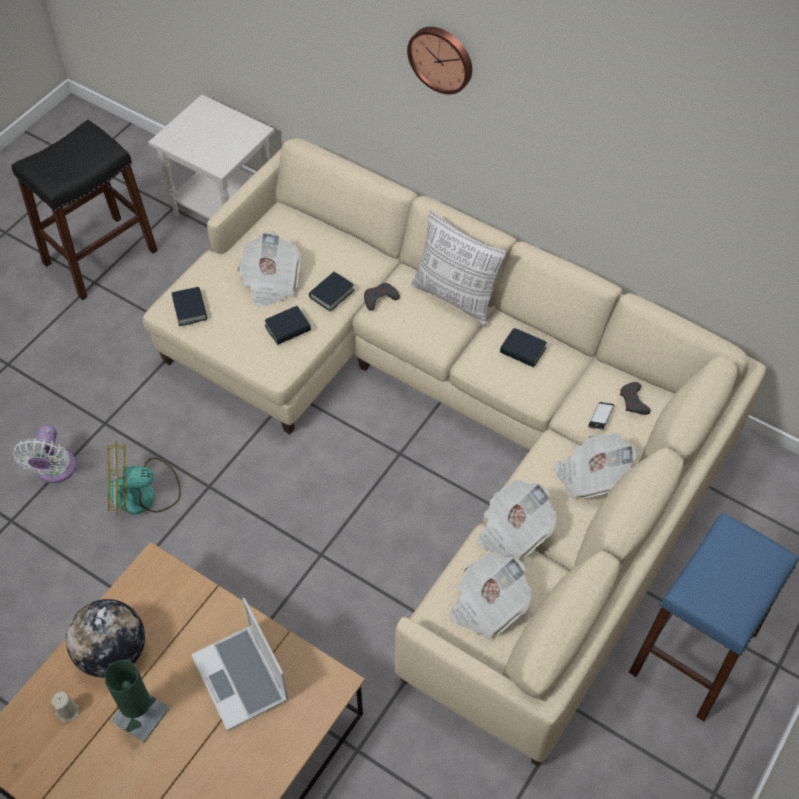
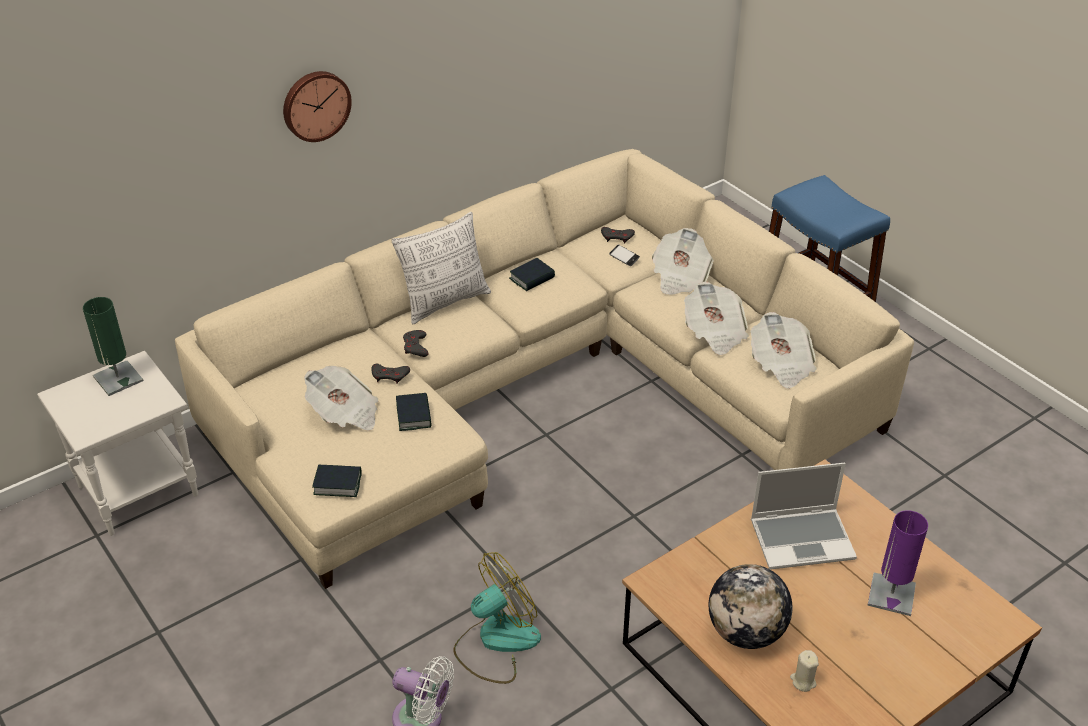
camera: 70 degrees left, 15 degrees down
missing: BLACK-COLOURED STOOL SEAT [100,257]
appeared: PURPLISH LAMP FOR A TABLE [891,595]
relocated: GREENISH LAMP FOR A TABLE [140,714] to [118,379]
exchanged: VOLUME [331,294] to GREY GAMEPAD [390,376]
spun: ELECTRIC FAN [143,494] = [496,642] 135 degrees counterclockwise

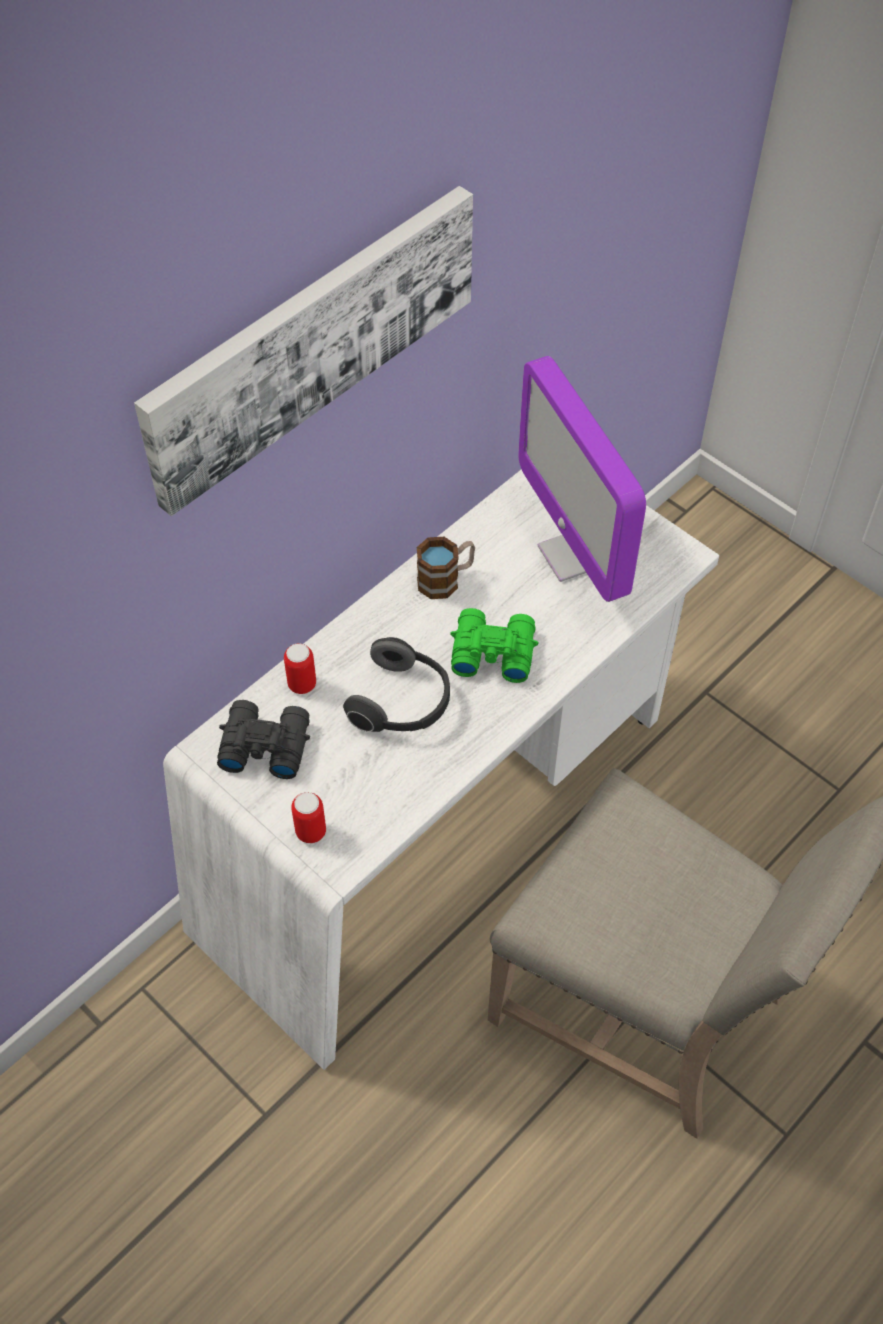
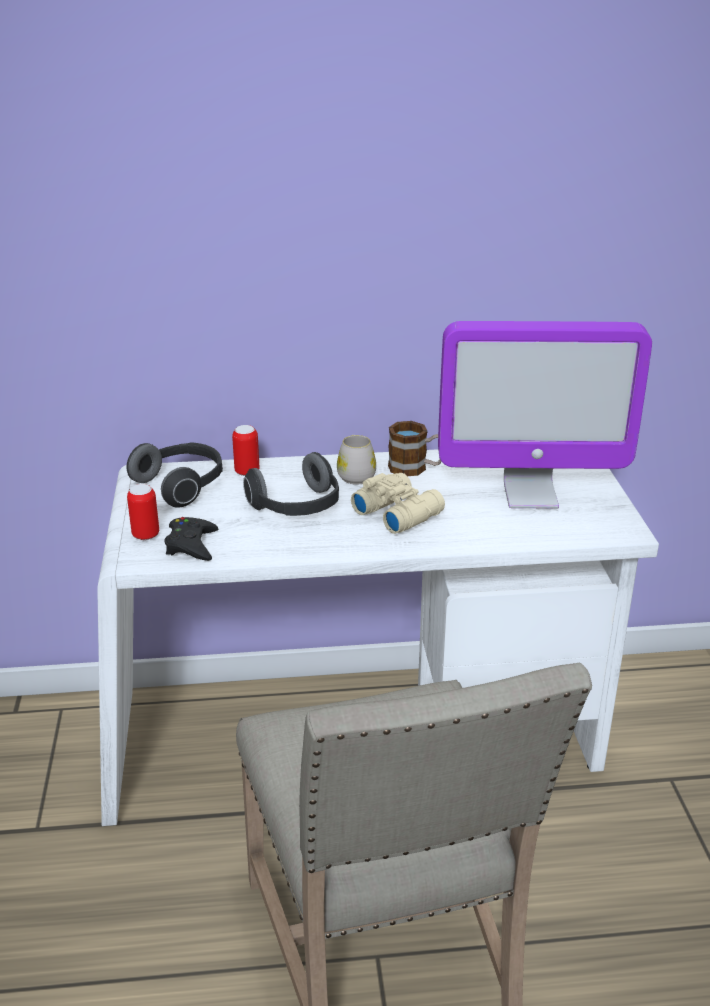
camera: 40 degrees right, 25 degrees down
missing: WALL PICTURE [311,342]
appeared: BLACK-COLOURED GAMEPAD [191,545]; WHITE-COLOURED MUG [355,474]
exchanged: BLACK-COLOURED FIELD GLASSES [263,744] to HEADSET [182,486]
colour: GREENISH FIELD GLASSES [491,651] to BEIGE FIELD GLASSES [397,512]
spun: COMPUTER DISPLAY [574,555] = [530,495] 105 degrees counterclockwise

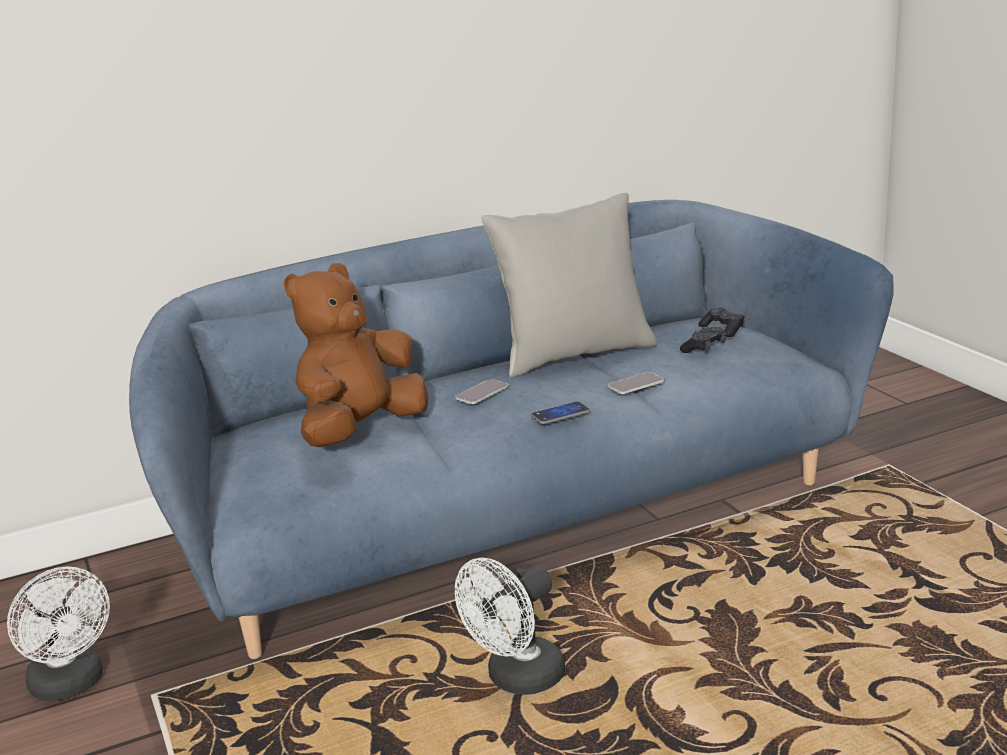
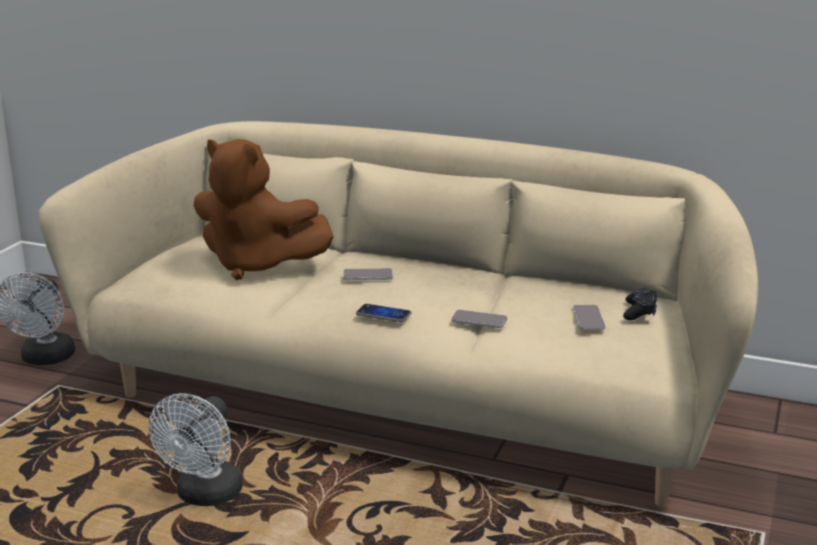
camera: 45 degrees right, 0 degrees up
missing: GREY CUSHION [574,355]
exchanged: BLACK-COLOURED GAMEPAD [704,348] to HANDSET [588,318]
colour: BLUE-COLOURED SETTEE [514,518] to BEIGE SETTEE [407,402]
spun: WHITE-COLOURED ELECTRIC FAN [517,680] = [205,496] 75 degrees counterclockwise; BROWN-COLOURED PLUSH TOY [360,431] = [257,265] 150 degrees counterclockwise

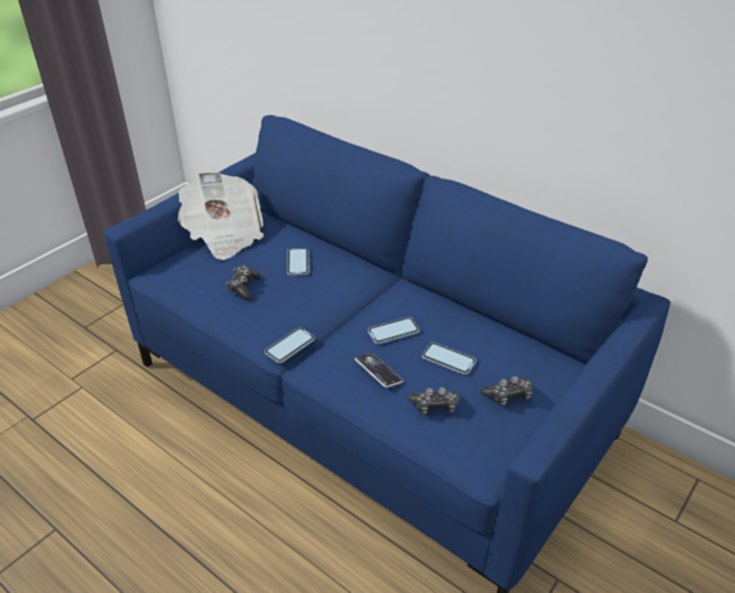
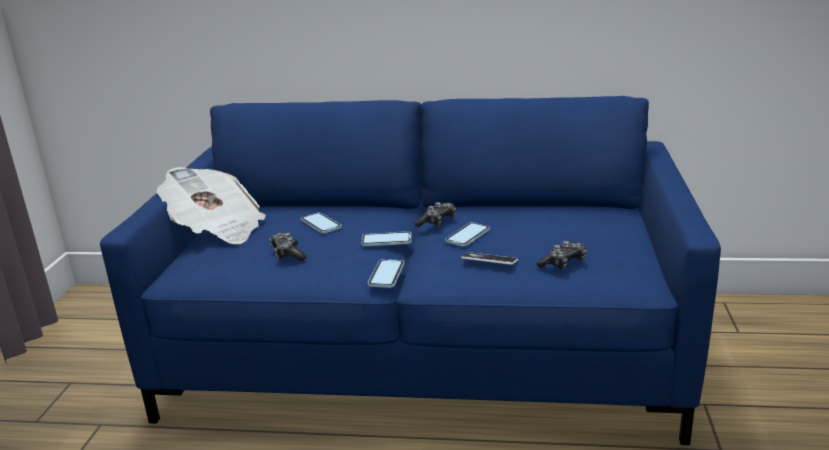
camera: 30 degrees left, 15 degrees down
relocated: HANDSET [448,360] to [386,241]; GAMEPAD [508,396] to [437,222]

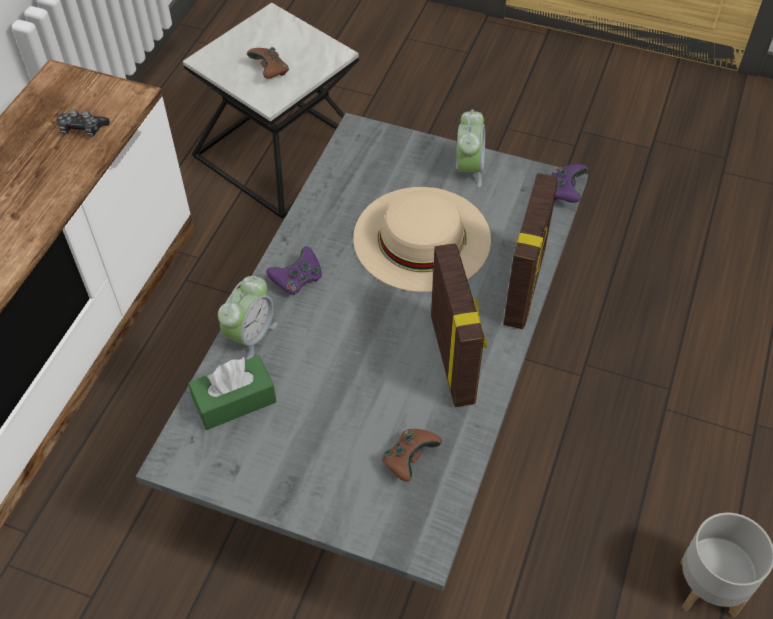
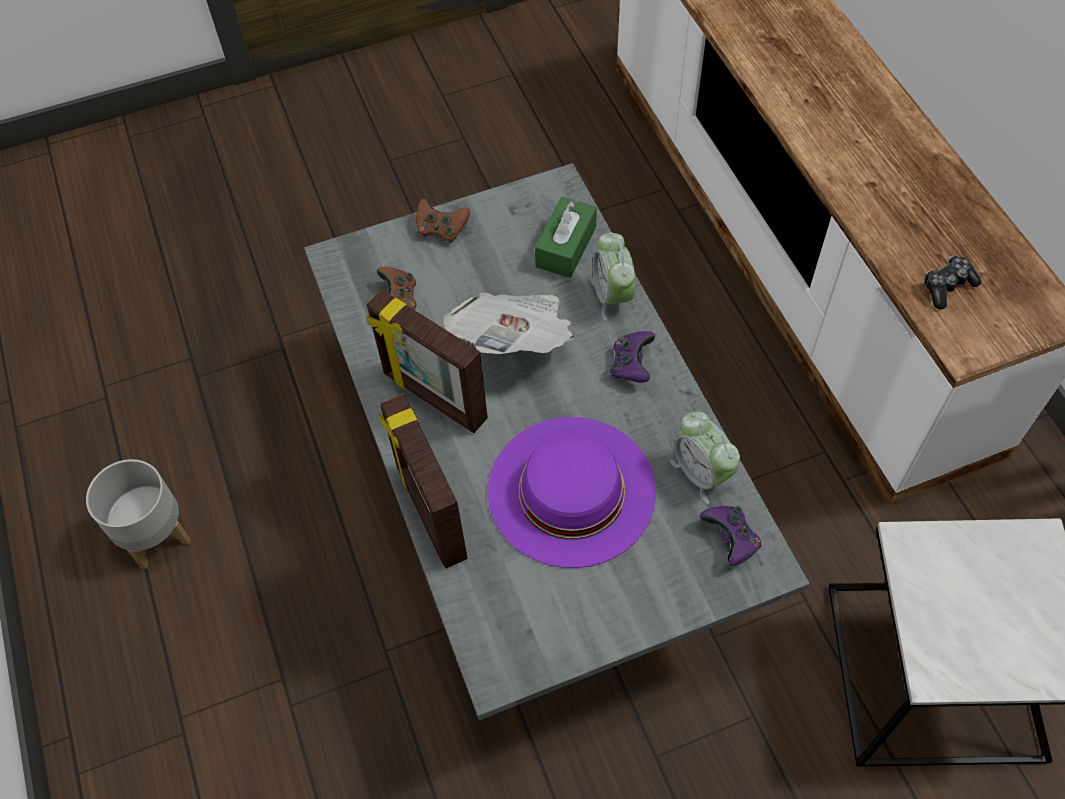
camera: 140 degrees right, 5 degrees up
appeared: DAILY PAPER [515,340]
relocated: BROWN-COLOURED GAMEPAD [270,71] to [441,229]; BEDSIDE CLOCK [469,169] to [701,473]; PURPLISH GAMEPAD [565,192] to [730,540]
colour: BEIGE CLOTHING HAT [421,238] to PURPLISH CLOTHING HAT [571,490]

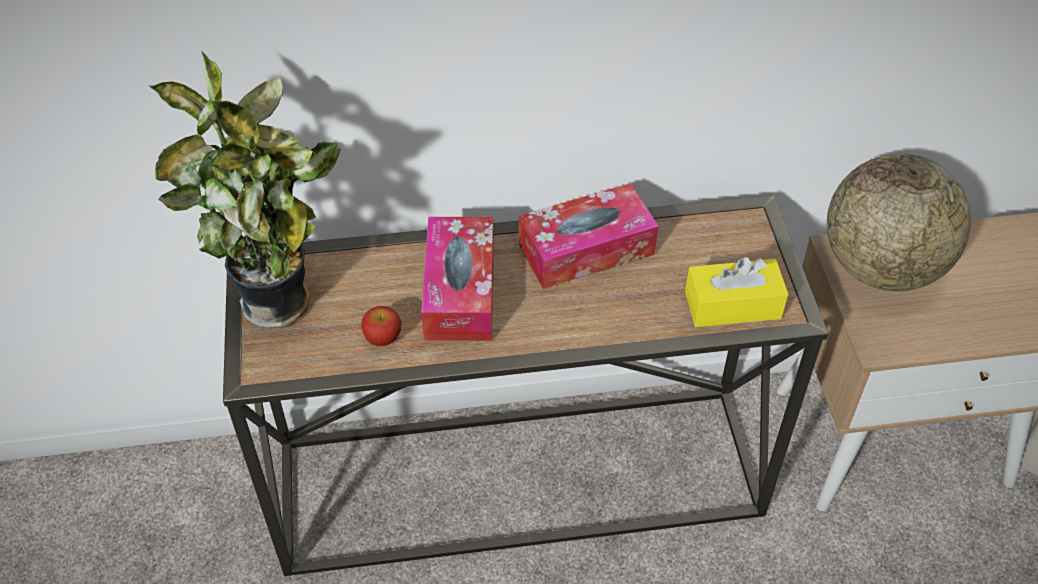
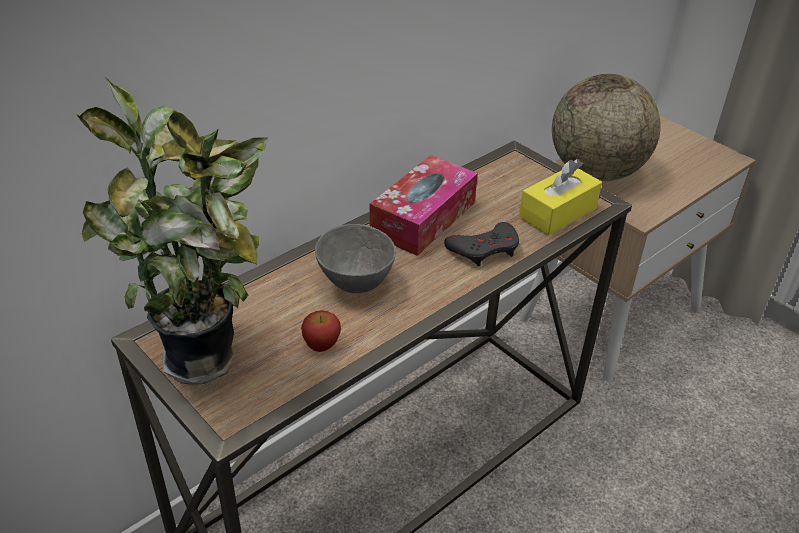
camera: 35 degrees left, 10 degrees down
appeared: GREY GAMEPAD [484,249]
exchanged: BOX OF TISSUES [460,291] to GREY DEEP DISH [354,283]

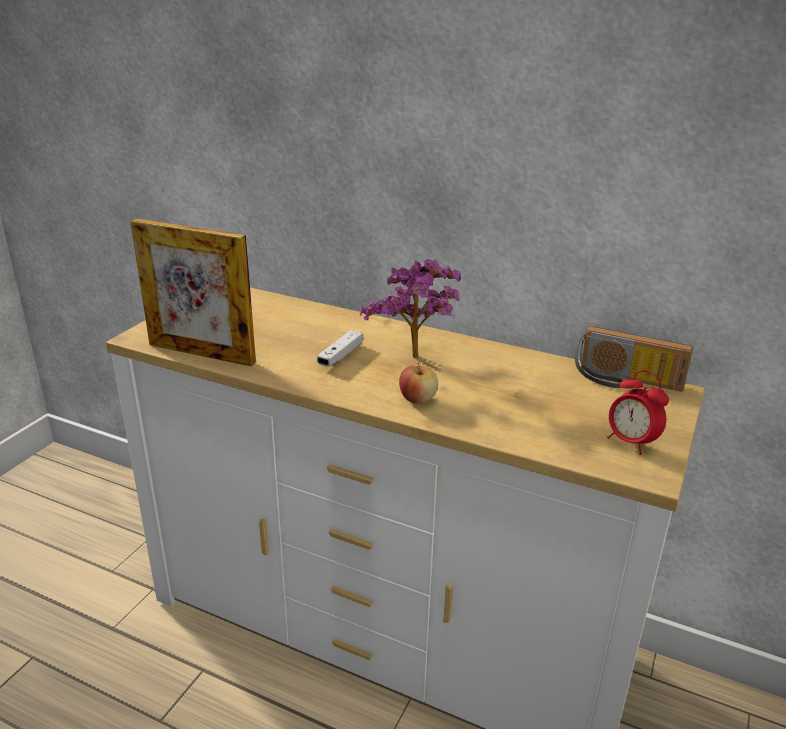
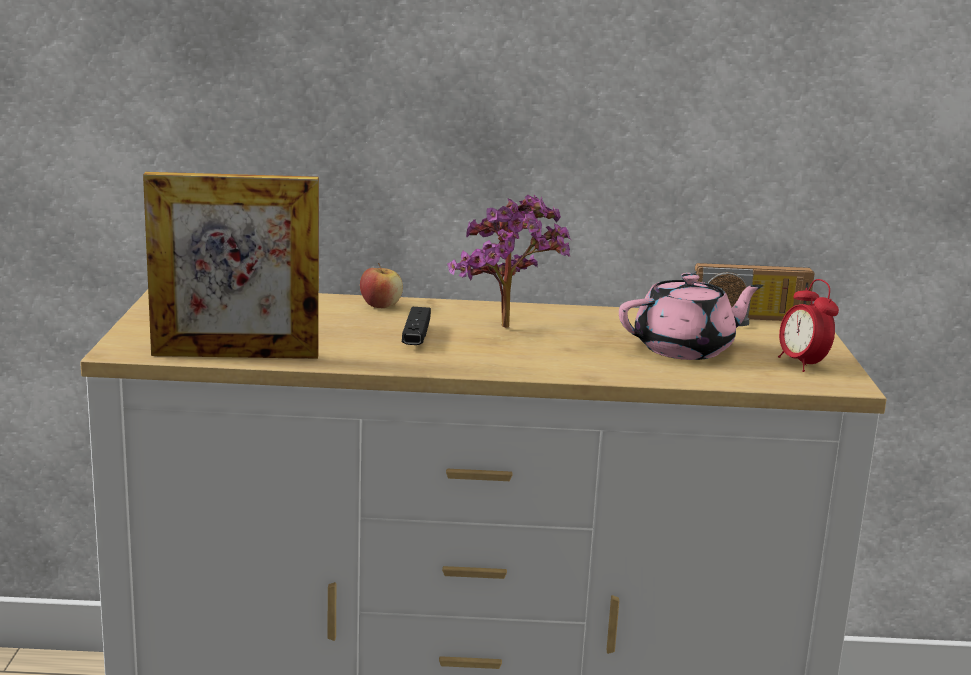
camera: 25 degrees left, 10 degrees down
appeared: PINK TEAPOT [685,349]
relocated: APPLE FRUIT [418,399] to [381,305]
colour: WHITE-COLOURED GAMEPAD [340,356] to BLACK-COLOURED GAMEPAD [416,336]
spun: BEDSIDE CLOCK [630,442] = [802,364] 45 degrees clockwise

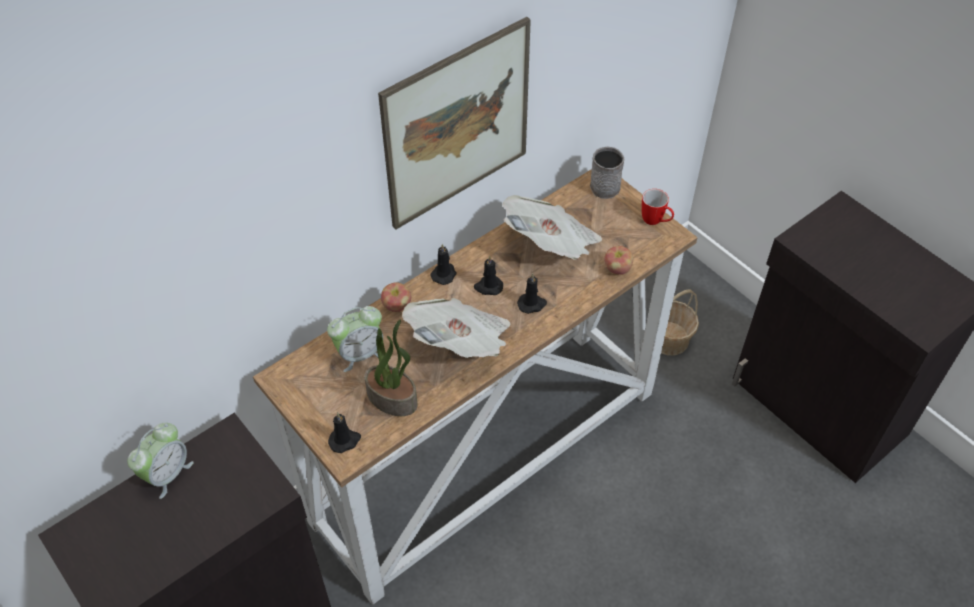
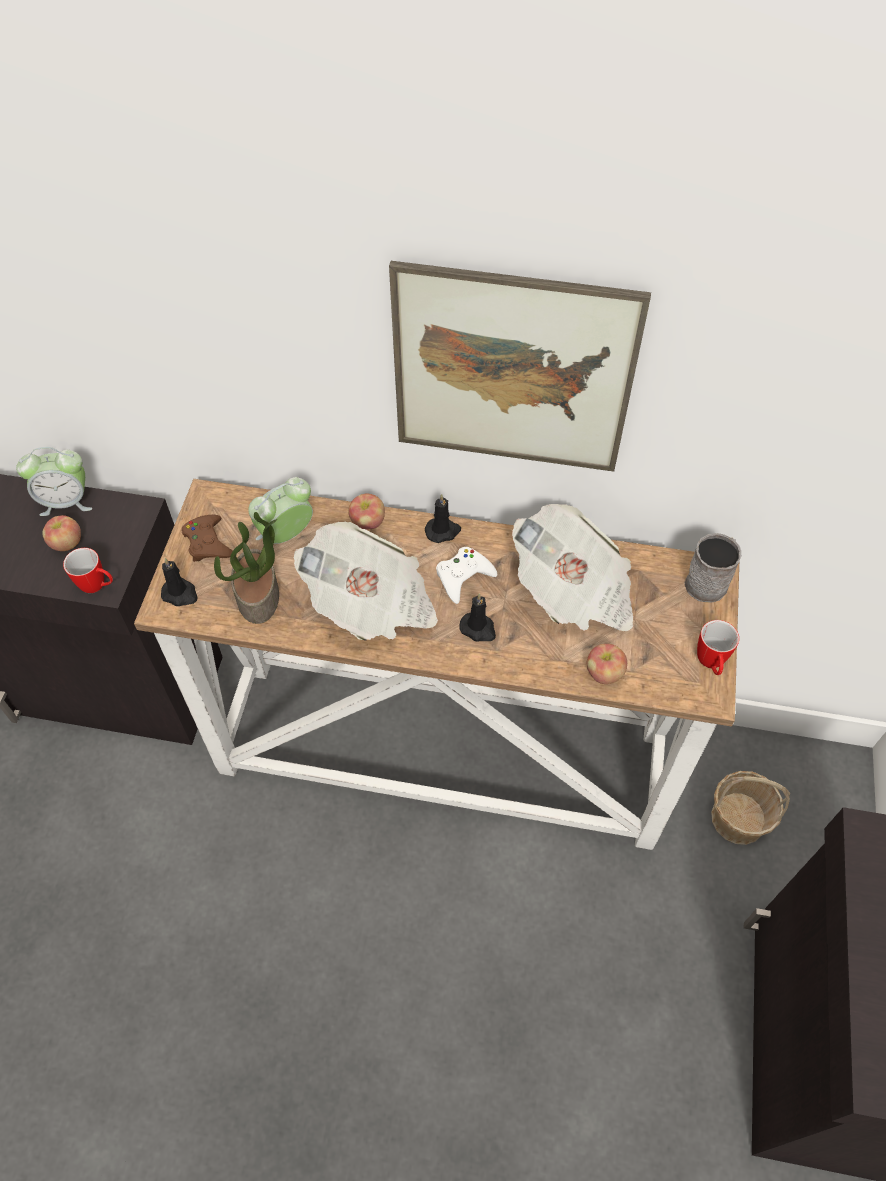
camera: 50 degrees right, 5 degrees up
appeared: APPLE FRUIT [66,543]; MUG [98,586]; BROWN-COLOURED GAMEPAD [208,543]
exchanged: BLACK-COLOURED WAX LIGHT [488,287] to WHITE-COLOURED GAMEPAD [463,577]
spun: BEDSIDE CLOCK [360,354] = [286,535] 120 degrees clockwise

